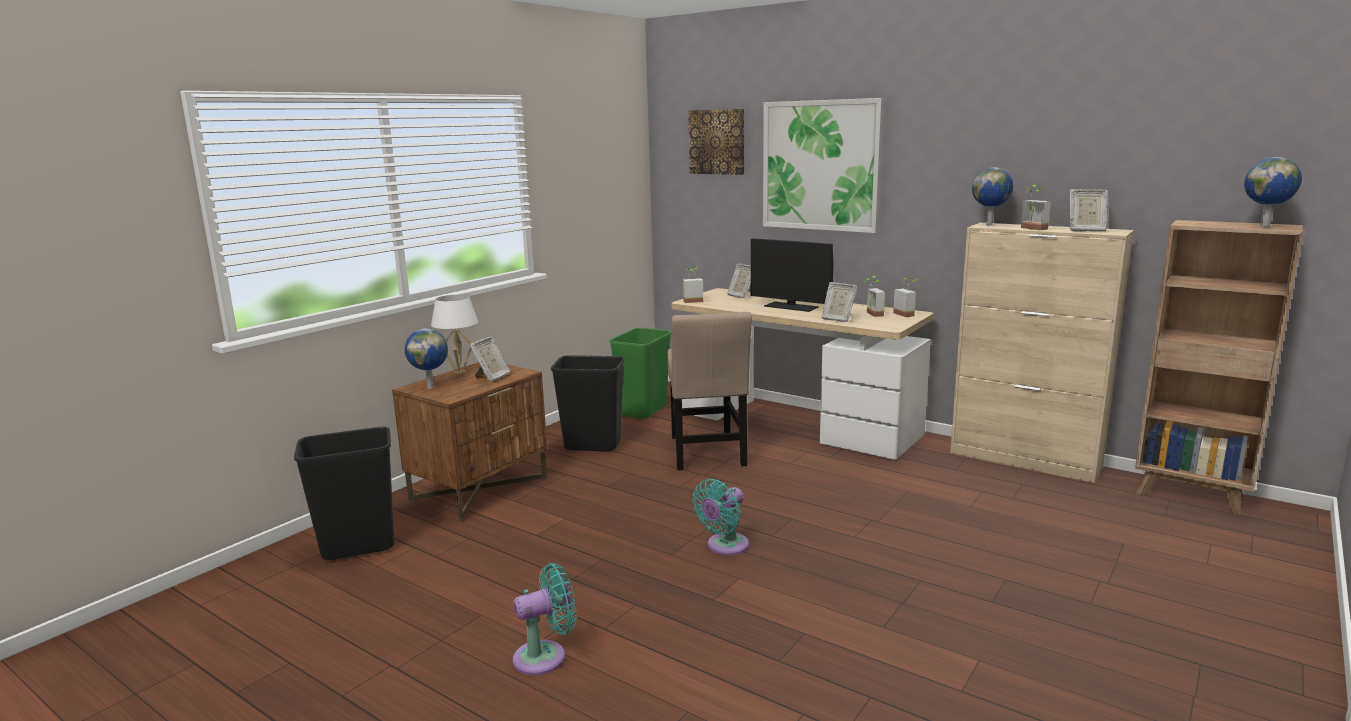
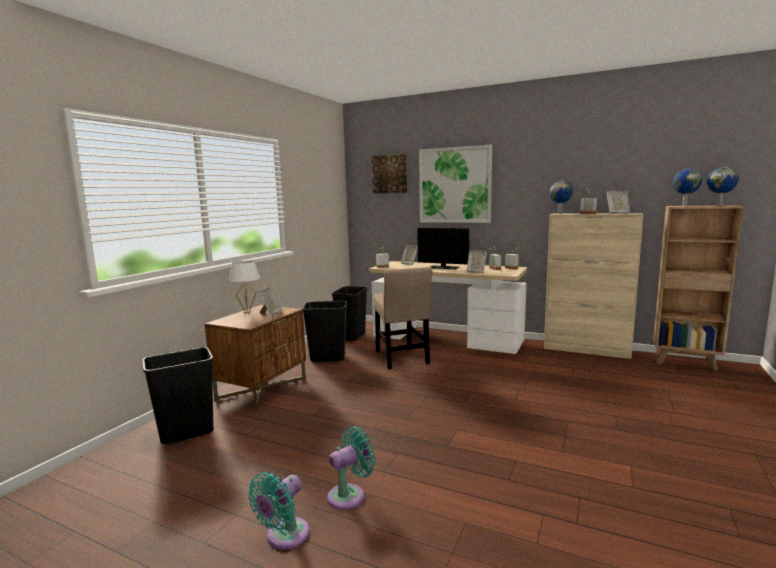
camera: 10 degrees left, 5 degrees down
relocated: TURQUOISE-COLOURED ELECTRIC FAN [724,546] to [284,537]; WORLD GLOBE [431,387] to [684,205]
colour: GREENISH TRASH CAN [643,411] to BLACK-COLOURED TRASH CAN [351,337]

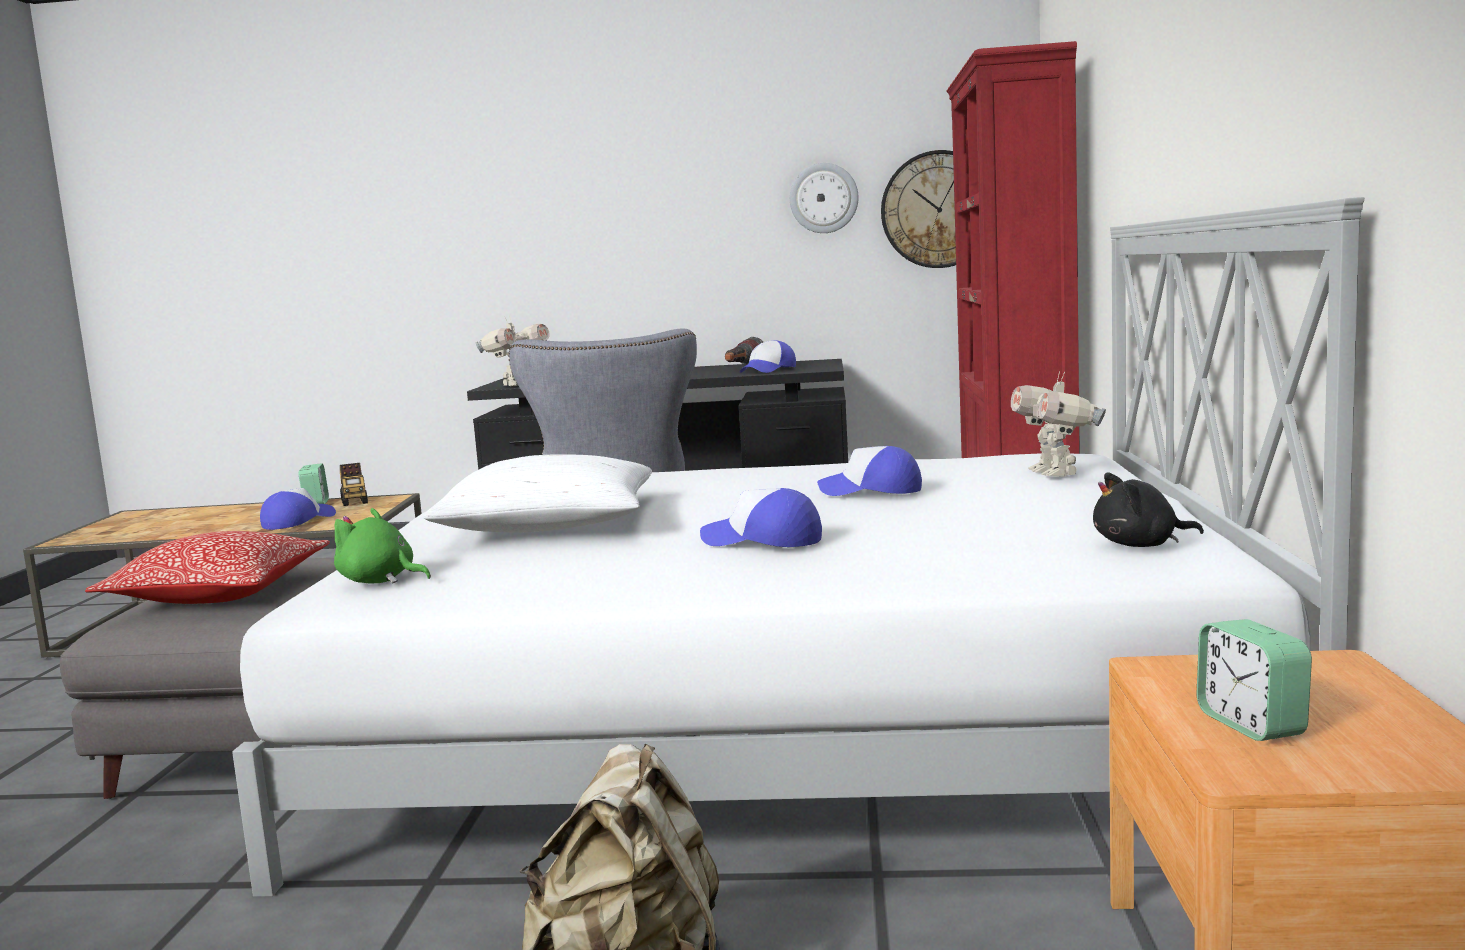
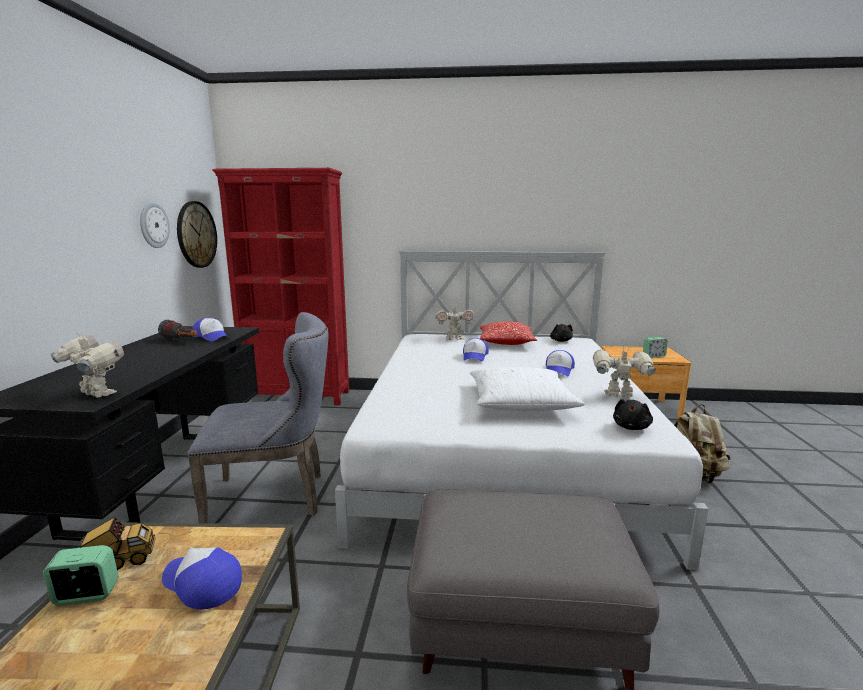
camera: 90 degrees left, 5 degrees up
appeared: ROBOT FIGURE [619,395]
relocated: CUSHION [219,594] to [506,342]
colour: GREENISH PLUSH TOY [380,581] to BLACK-COLOURED PLUSH TOY [631,427]

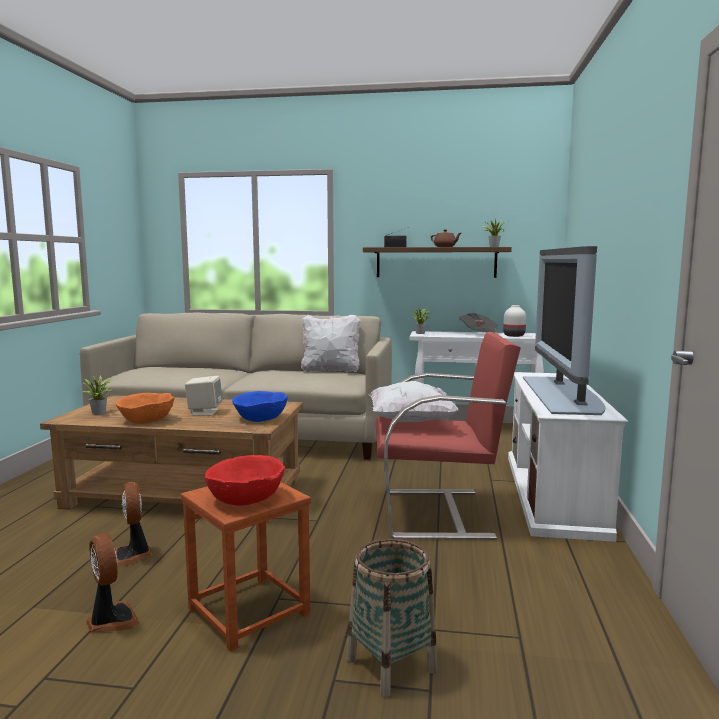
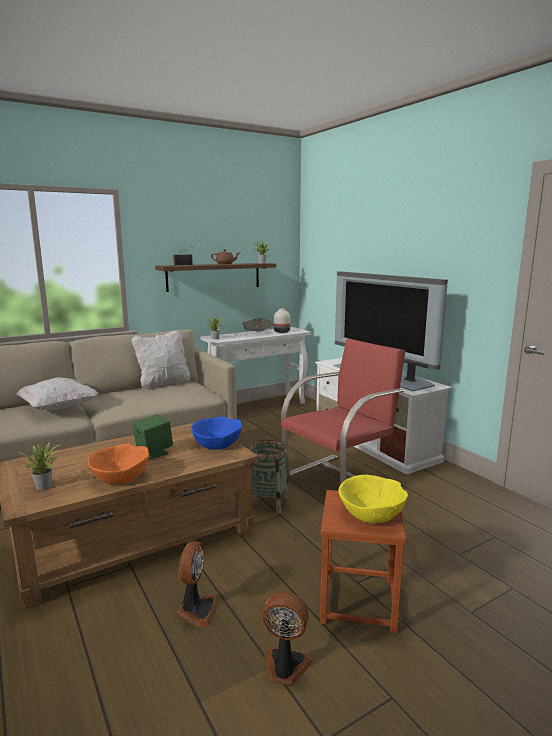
camera: 40 degrees left, 5 degrees up
relocated: WHITE-COLOURED CUSHION [411,421] to [59,408]; STORAGE BASKET [391,665] to [268,502]
colour: BEIGE LOUDSPEAKER [204,412] to GREENISH LOUDSPEAKER [153,452]; RED-COLOURED DEEP DISH [245,499] to YELLOWISH DEEP DISH [371,514]
spun: ELECTRIC FAN [133,555] = [197,610] 105 degrees counterclockwise

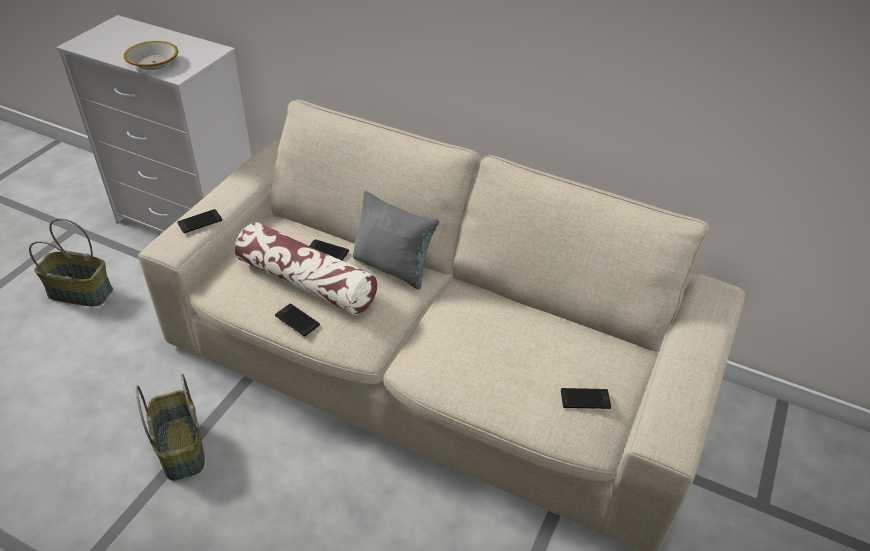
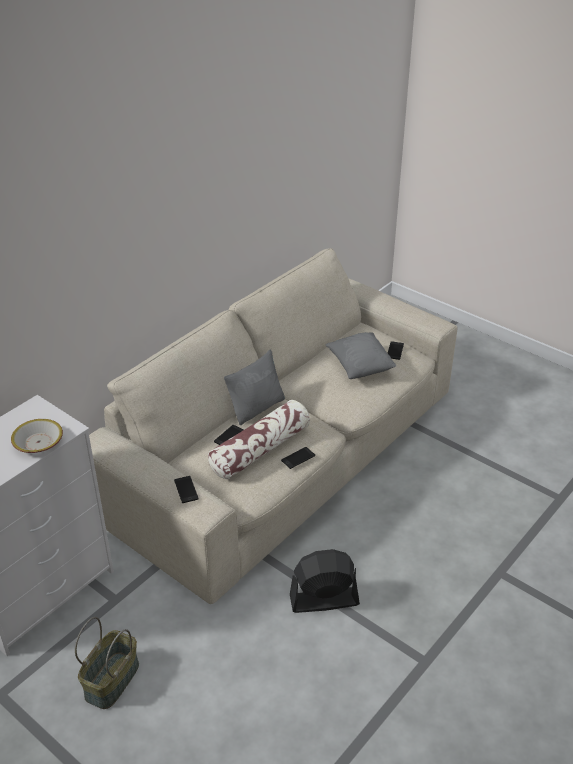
camera: 75 degrees left, 5 degrees down
appeared: GREY CUSHION [360,367]
exchanged: STORAGE BASKET [180,448] to BLACK-COLOURED ELECTRIC FAN [324,600]

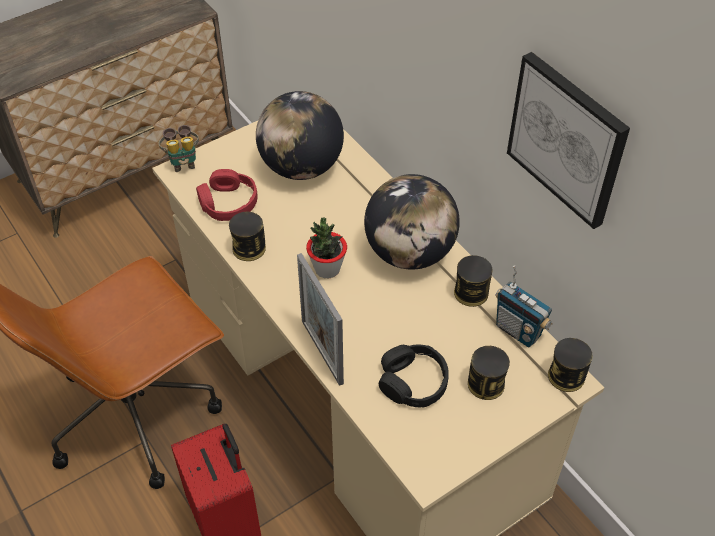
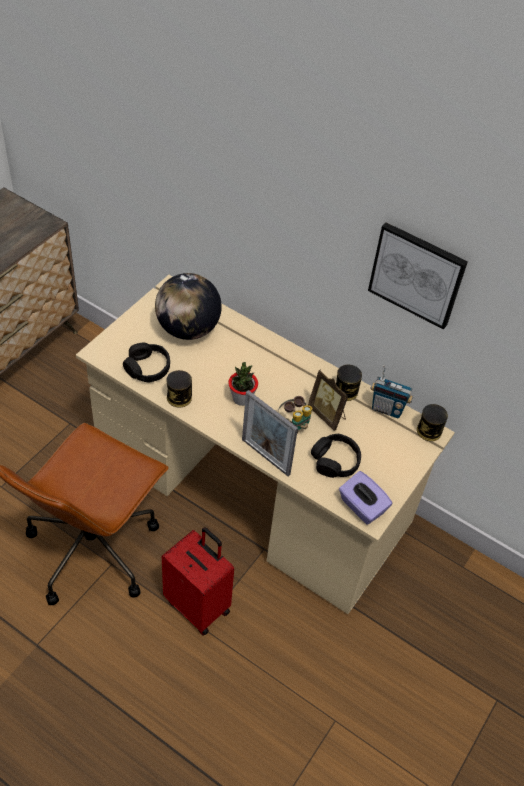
camera: 25 degrees left, 0 degrees up
missing: WORLD GLOBE [409,253]; METAL CAN [486,384]
appeared: PHOTO FRAME [327,415]; PURPLISH BOX OF TISSUES [361,507]
relocated: FIELD GLASSES [183,162] to [294,424]
colour: RED-COLOURED HEADSET [228,203] to BLACK-COLOURED HEADSET [147,368]

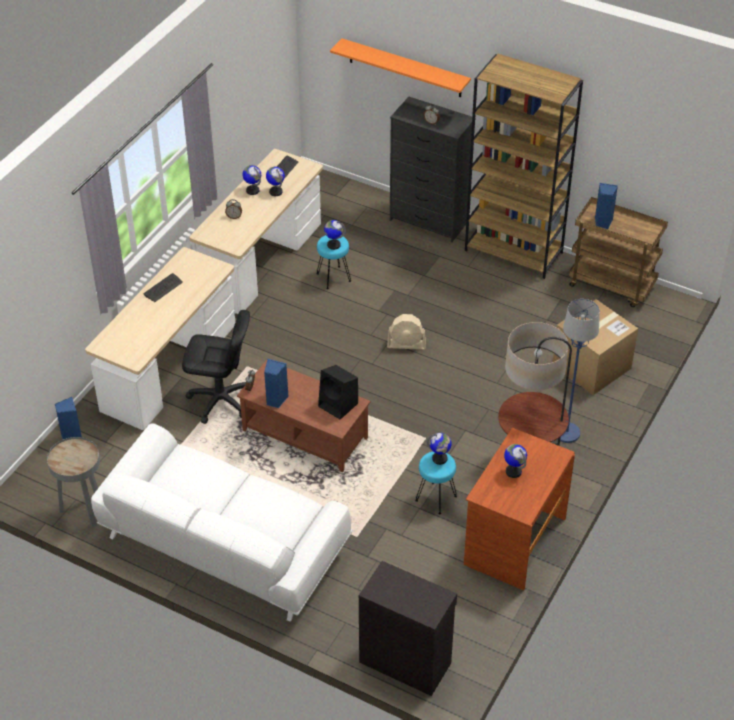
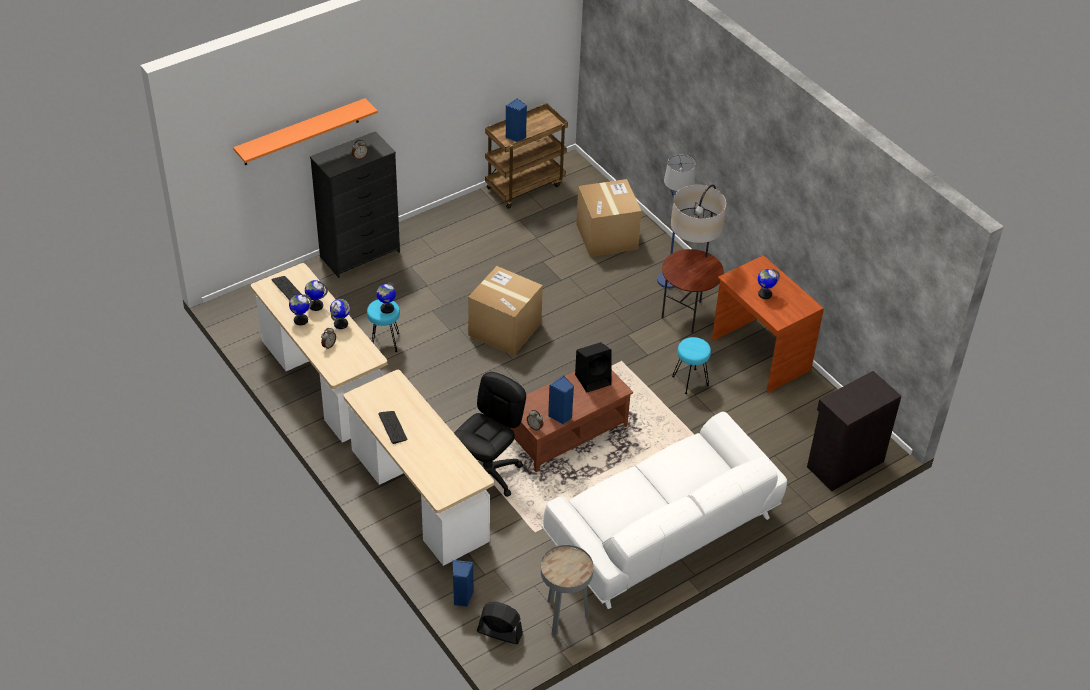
camera: 65 degrees left, 0 degrees up
missing: BROWN-COLOURED BOOKSHELF [514,251]
appeared: BLACK-COLOURED ELECTRIC FAN [499,632]
relocated: WORLD GLOBE [439,459] to [341,324]
exchanged: BEIGE ELECTRIC FAN [406,344] to CARDBOARD BOX [505,329]

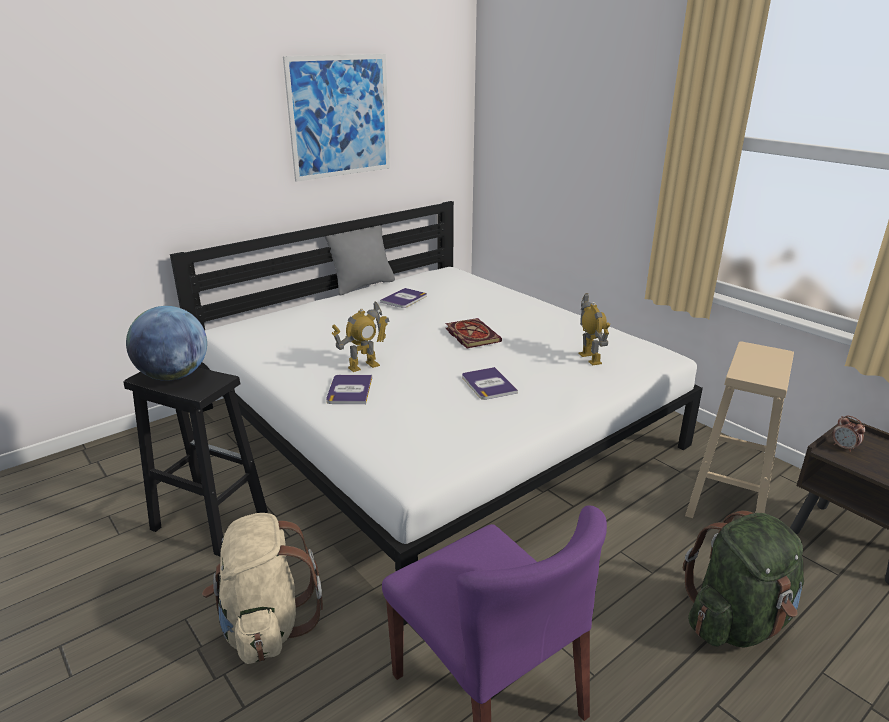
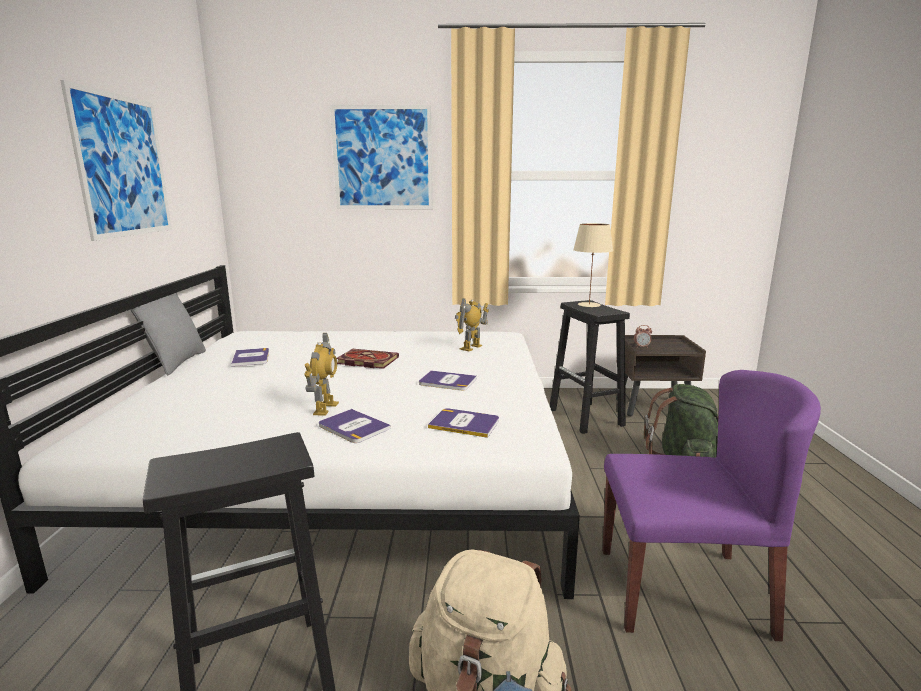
camera: 50 degrees left, 10 degrees down
missing: WORLD GLOBE [174,376]
appeared: WALL PICTURE [382,158]; VOLUME [464,423]; BEIGE LAMP FOR A TABLE [589,304]
colour: BEIGE STOOL SEAT [728,503] to BLACK-COLOURED STOOL SEAT [586,418]
spun: ROBOT FIGURE [590,358] = [471,347] 75 degrees counterclockwise

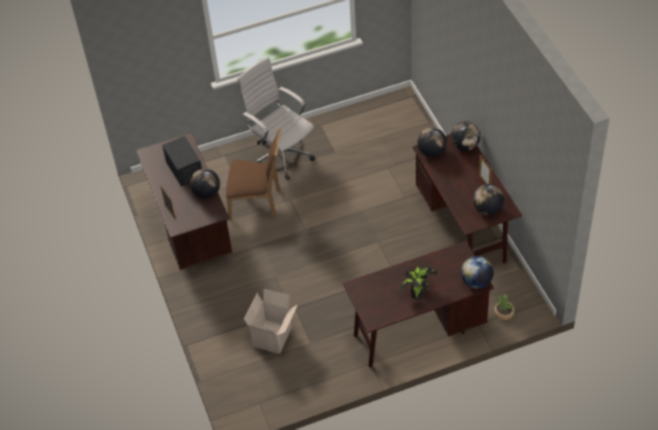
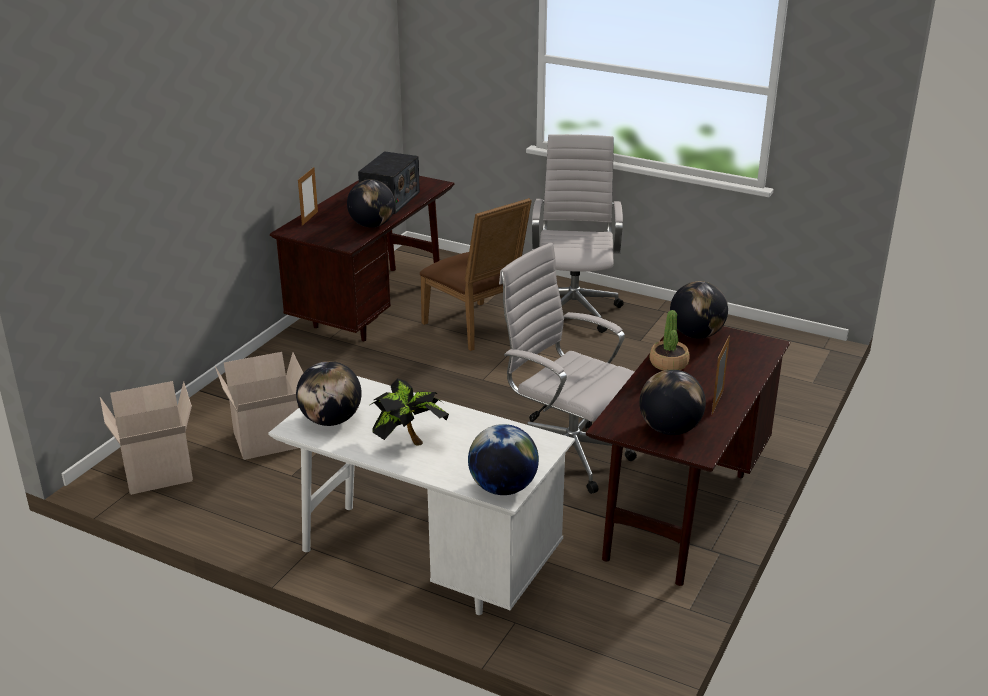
camera: 45 degrees right, 20 degrees down
appeared: CARDBOARD BOX [157,475]; WHITE-COLOURED DESK CHAIR [566,455]
relocated: WORLD GLOBE [465,146] to [331,420]; POTTED PLANT [504,313] to [669,363]
colour: BROWN-COLOURED DESK TABLE [417,331] to WHITE-COLOURED DESK TABLE [425,563]

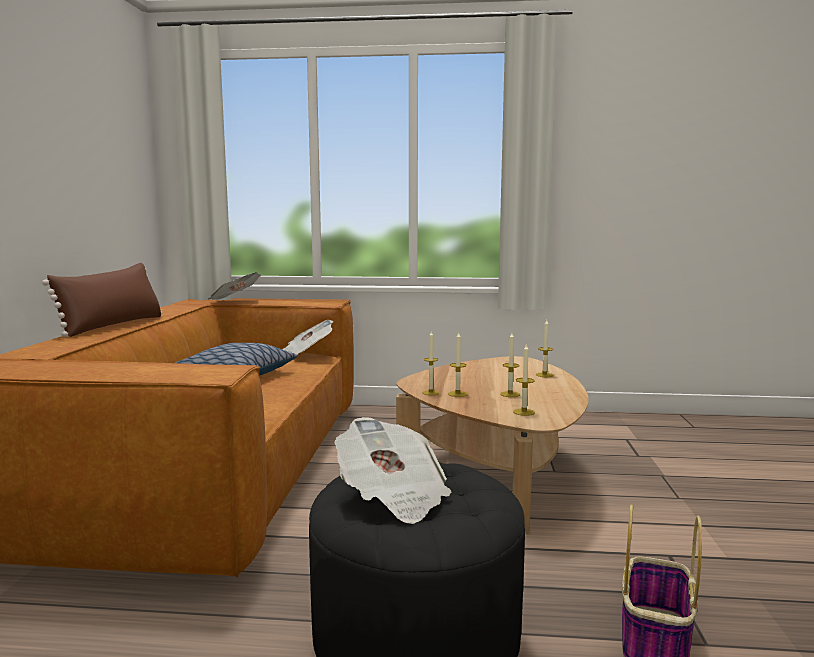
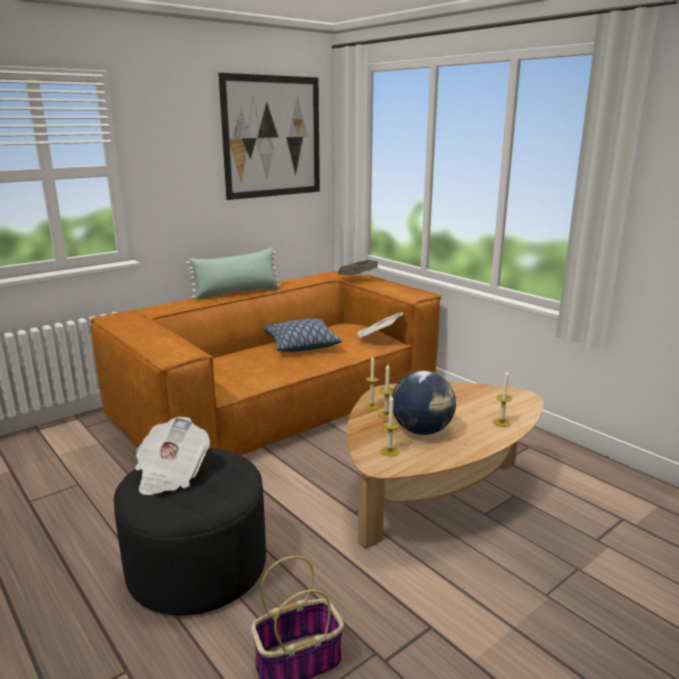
camera: 45 degrees right, 10 degrees up
appeared: WALL PICTURE [272,137]
exchanged: WAX LIGHT [510,394] to WORLD GLOBE [422,430]
colour: BROWN-COLOURED CUSHION [113,325] to GREENISH CUSHION [237,292]

